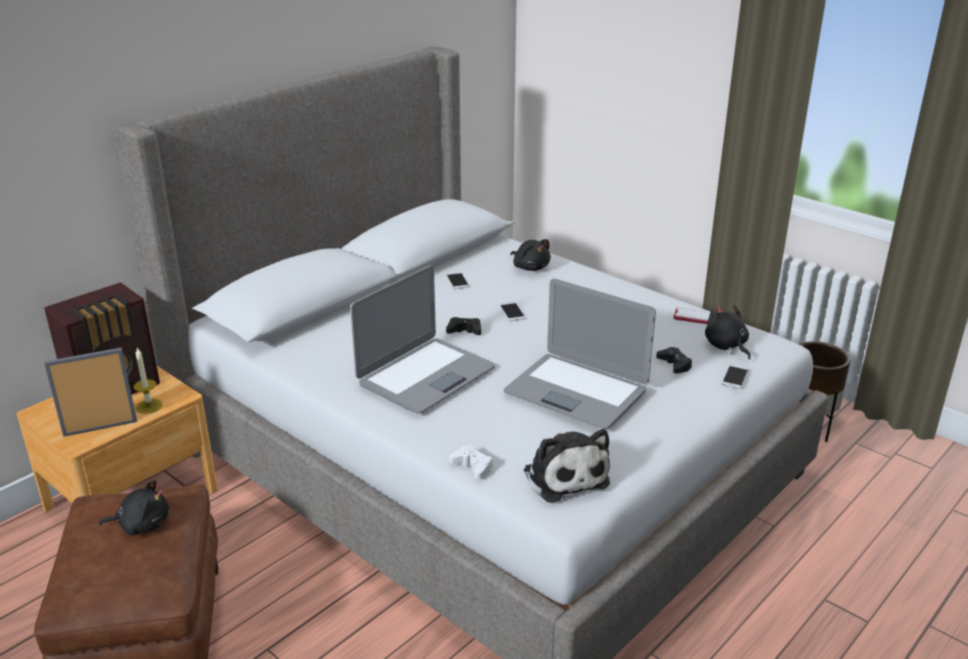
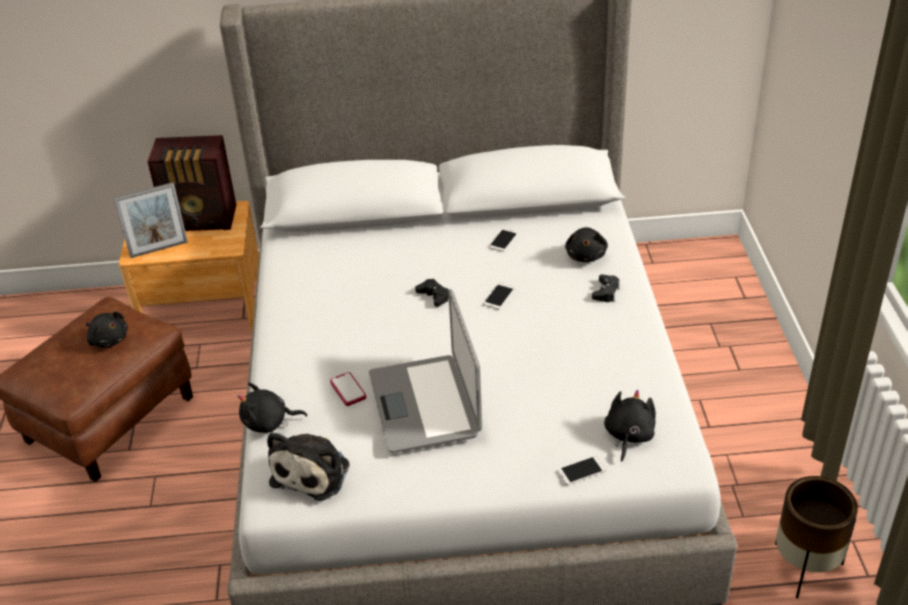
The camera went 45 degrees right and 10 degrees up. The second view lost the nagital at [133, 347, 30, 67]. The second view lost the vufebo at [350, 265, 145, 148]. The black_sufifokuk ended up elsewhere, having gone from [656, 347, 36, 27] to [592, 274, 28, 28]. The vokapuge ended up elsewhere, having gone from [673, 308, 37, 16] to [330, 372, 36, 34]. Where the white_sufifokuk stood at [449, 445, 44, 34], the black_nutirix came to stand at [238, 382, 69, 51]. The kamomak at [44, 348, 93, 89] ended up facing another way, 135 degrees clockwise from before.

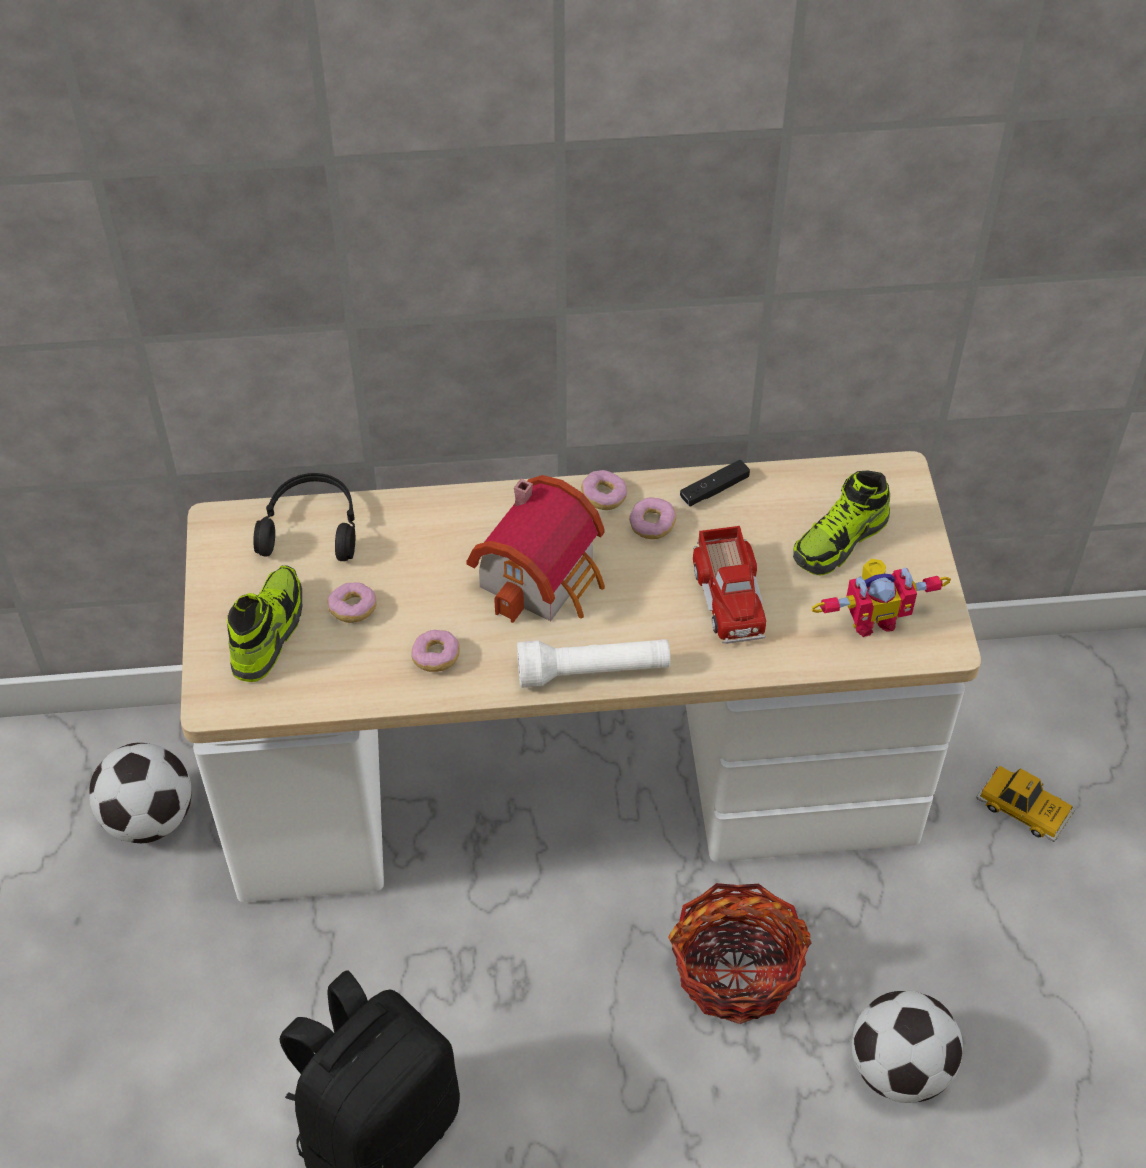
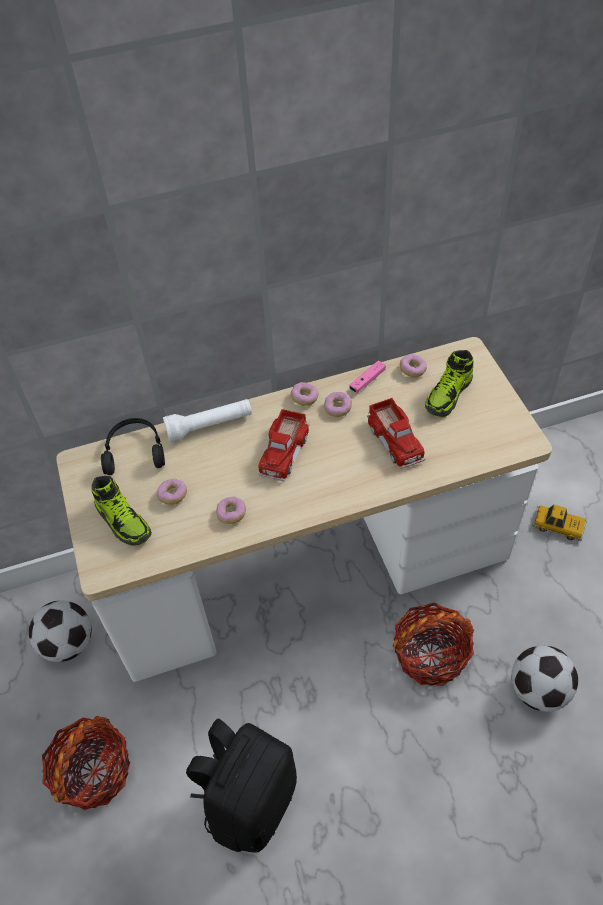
The camera went 10 degrees left and 0 degrees up. The second view lost the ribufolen at [811, 559, 140, 78]. The second view gained the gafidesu at [42, 716, 88, 94]. The second view gained the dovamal at [400, 354, 27, 23]. The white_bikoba ended up elsewhere, having gone from [517, 639, 153, 49] to [163, 399, 89, 43]. Where the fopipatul stood at [466, 475, 139, 148], the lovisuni came to stand at [258, 409, 51, 72]. What was the black_sufifokuk at [680, 460, 70, 47] turned into the pink_sufifokuk at [349, 361, 37, 32]. The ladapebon at [227, 565, 75, 117] ended up facing another way, 135 degrees clockwise from before.

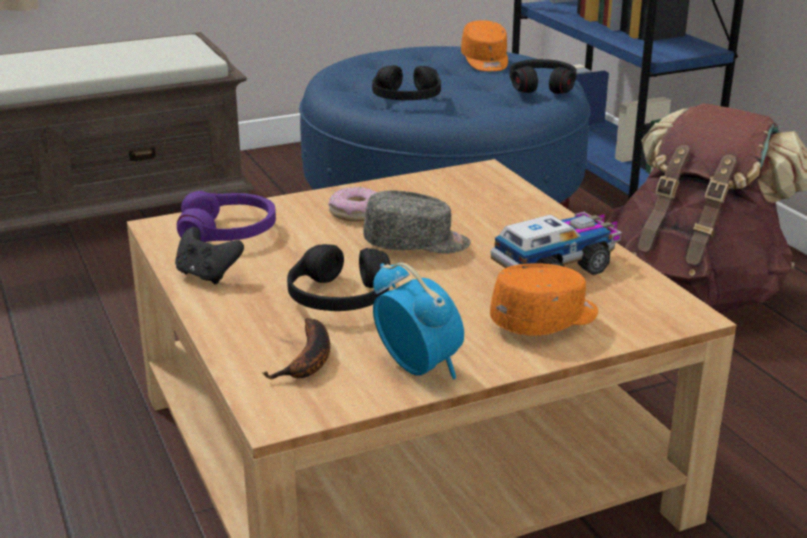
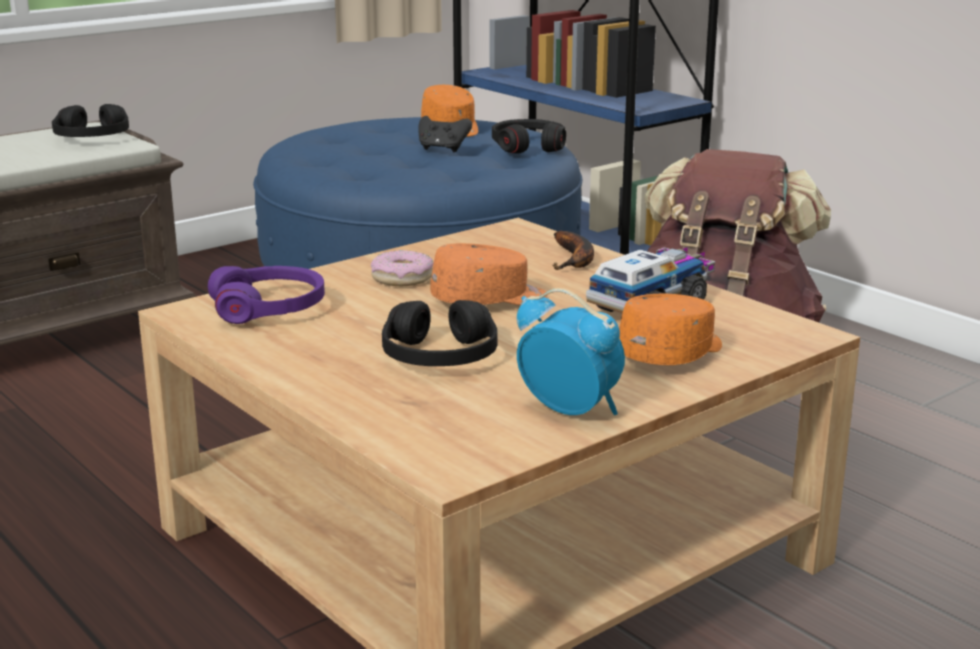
The camera went 15 degrees left and 5 degrees down. The black_sufifokuk ended up elsewhere, having gone from [175, 227, 69, 57] to [418, 116, 54, 36]. The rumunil ended up elsewhere, having gone from [262, 318, 68, 61] to [552, 231, 42, 39]. The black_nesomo ended up elsewhere, having gone from [372, 65, 69, 35] to [52, 104, 77, 33]. What was the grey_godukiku at [363, 190, 107, 64] turned into the orange_godukiku at [430, 243, 118, 62].

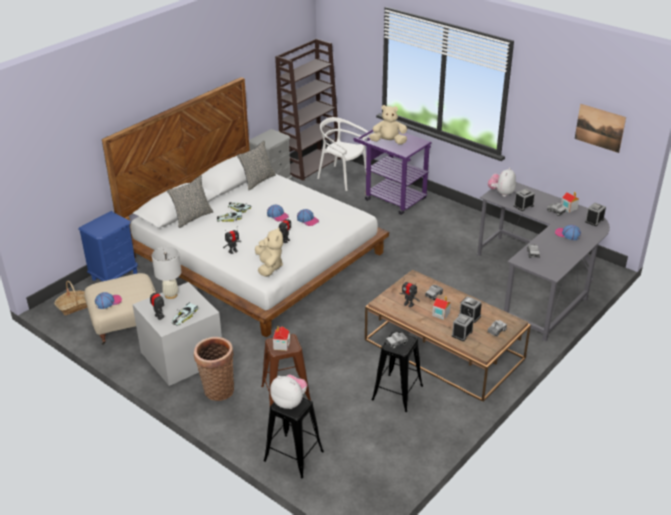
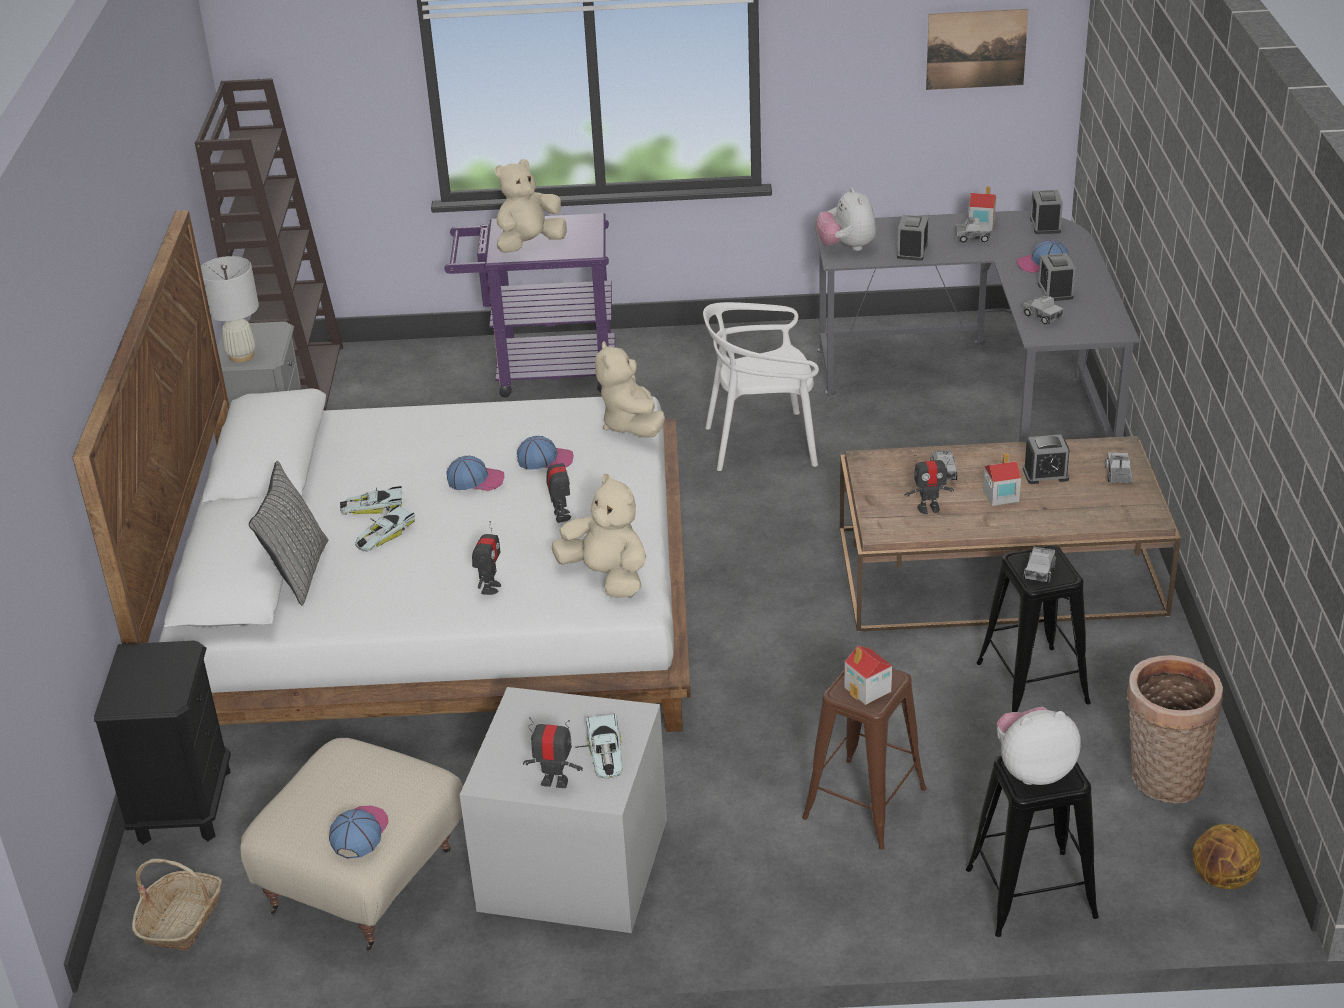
The camera went 40 degrees left and 0 degrees up. The second view lost the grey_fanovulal at [237, 141, 39, 49]. The second view gained the beige_nutirix at [595, 341, 70, 97]. The second view gained the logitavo at [1193, 824, 68, 65]. The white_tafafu ended up elsewhere, having gone from [152, 247, 29, 52] to [201, 256, 58, 107]. The gafidesu ended up elsewhere, having gone from [194, 337, 40, 64] to [1127, 655, 96, 148]. The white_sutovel ended up elsewhere, having gone from [317, 117, 53, 74] to [703, 302, 116, 169]. The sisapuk ended up elsewhere, having gone from [452, 313, 22, 28] to [1038, 253, 38, 48]. What was the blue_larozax at [78, 211, 60, 70] turned into the black_larozax at [94, 641, 137, 204].

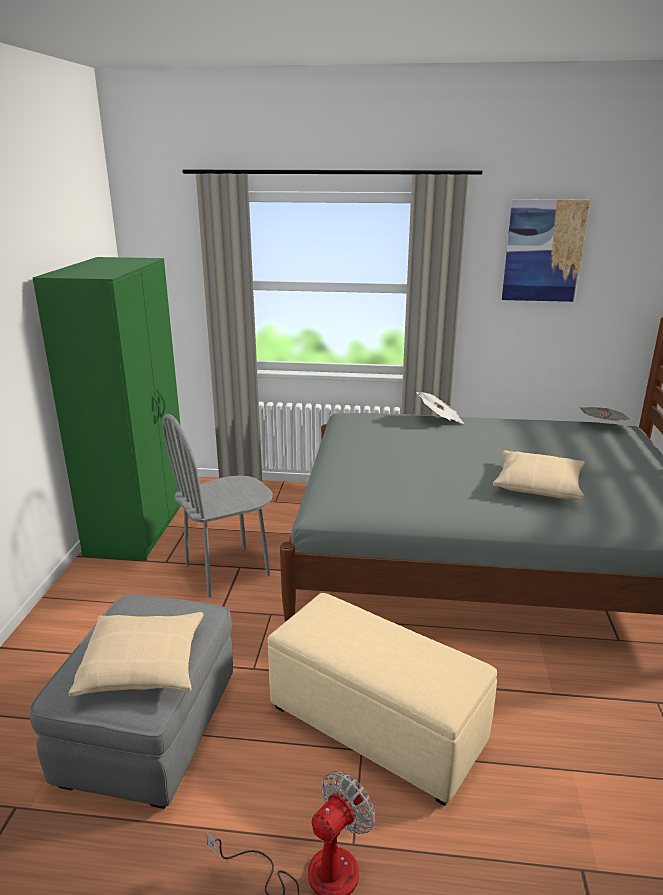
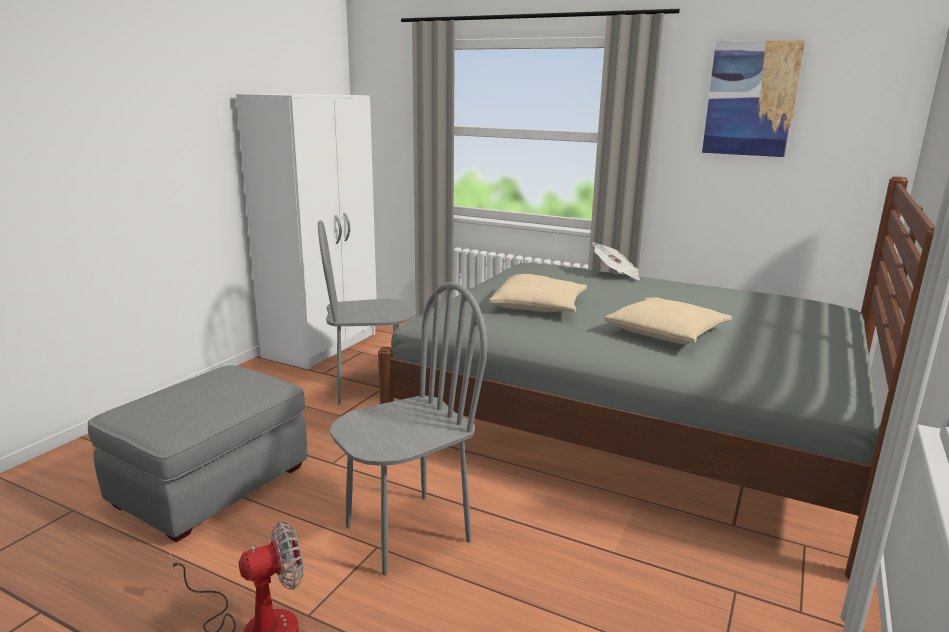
The camera went 20 degrees right and 5 degrees down. The second view lost the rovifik at [579, 407, 51, 14]. The beige_fanovulal ended up elsewhere, having gone from [69, 612, 134, 85] to [489, 274, 98, 38]. Where the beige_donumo stood at [267, 593, 230, 213], the grey_sutovel came to stand at [330, 282, 157, 293]. What was the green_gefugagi at [33, 257, 148, 304] turned into the white_gefugagi at [236, 94, 141, 275].

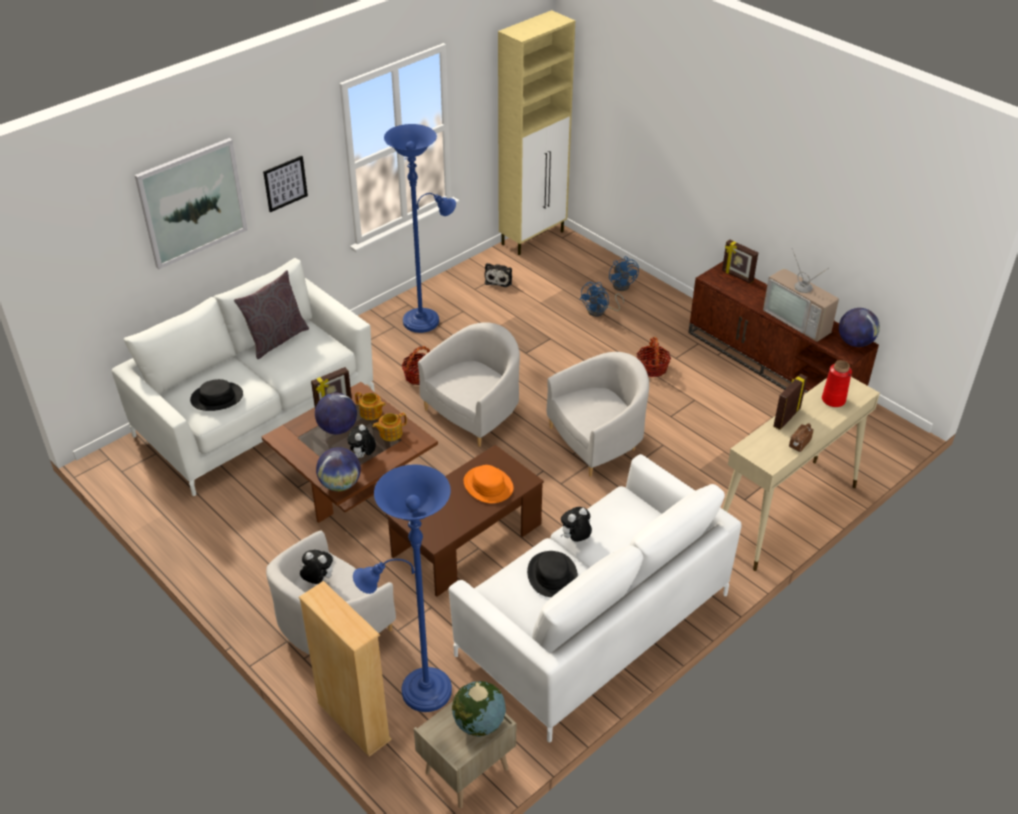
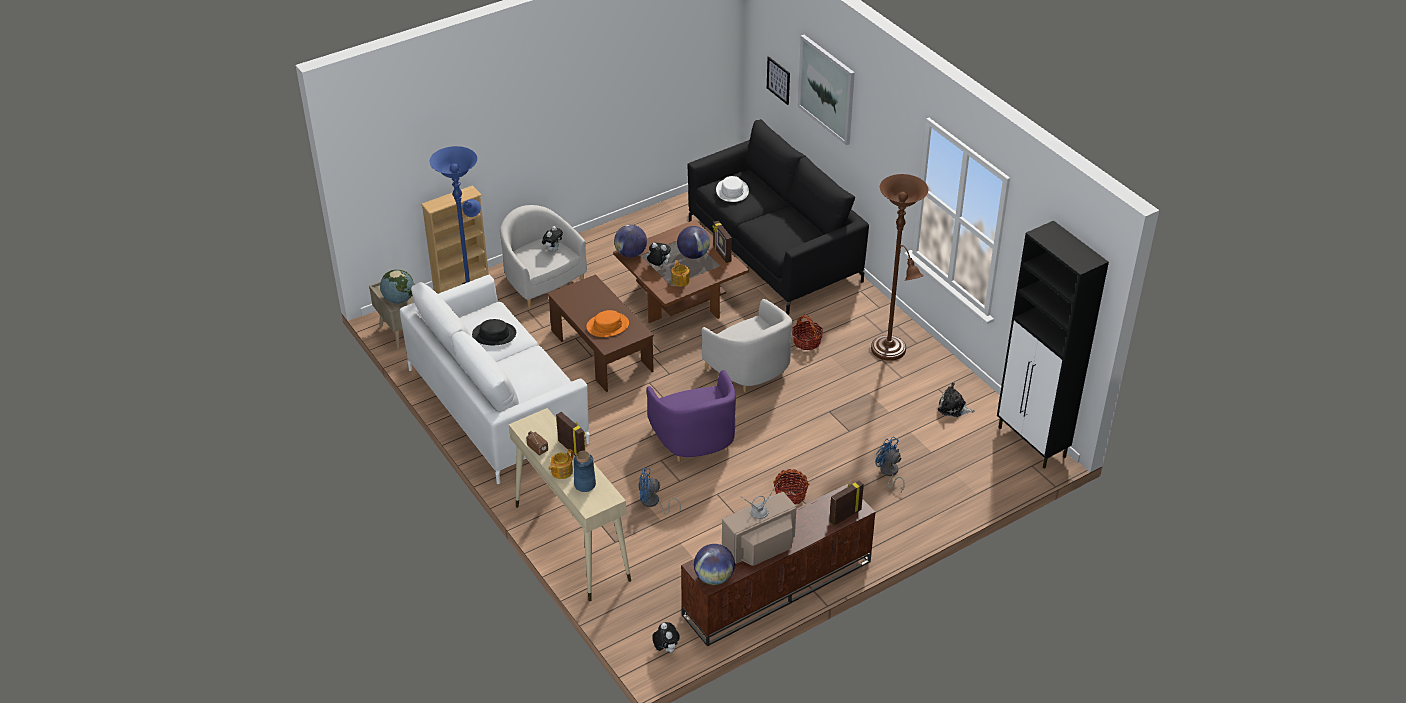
The camera went 100 degrees right and 0 degrees up. The second view lost the grey_fanovulal at [234, 270, 75, 89]. The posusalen ended up elsewhere, having gone from [263, 156, 45, 56] to [767, 56, 23, 49]. The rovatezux ended up elsewhere, having gone from [355, 392, 31, 28] to [548, 449, 26, 30]. The nutirix ended up elsewhere, having gone from [560, 507, 32, 35] to [652, 622, 28, 31]. The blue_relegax ended up elsewhere, having gone from [609, 256, 30, 35] to [638, 468, 43, 46]. What was the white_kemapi at [112, 258, 263, 238] turned into the black_kemapi at [687, 119, 182, 196]. What was the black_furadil at [190, 379, 53, 32] turned into the white_furadil at [716, 176, 33, 26]. What was the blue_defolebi at [384, 124, 72, 209] turned into the brown_defolebi at [871, 174, 57, 187]. What was the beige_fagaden at [498, 10, 77, 245] turned into the black_fagaden at [997, 221, 112, 247]. What was the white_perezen at [547, 352, 102, 125] turned into the purple_perezen at [646, 370, 90, 92]. What was the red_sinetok at [822, 360, 30, 47] turned into the blue_sinetok at [574, 451, 22, 41].

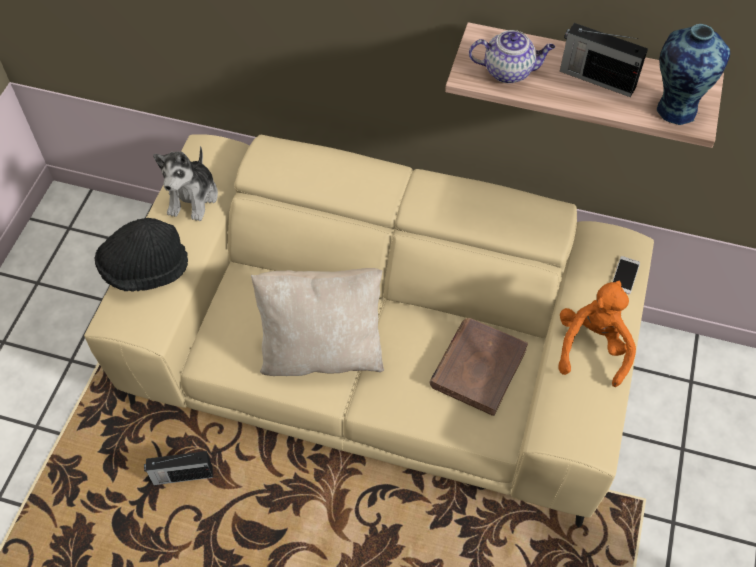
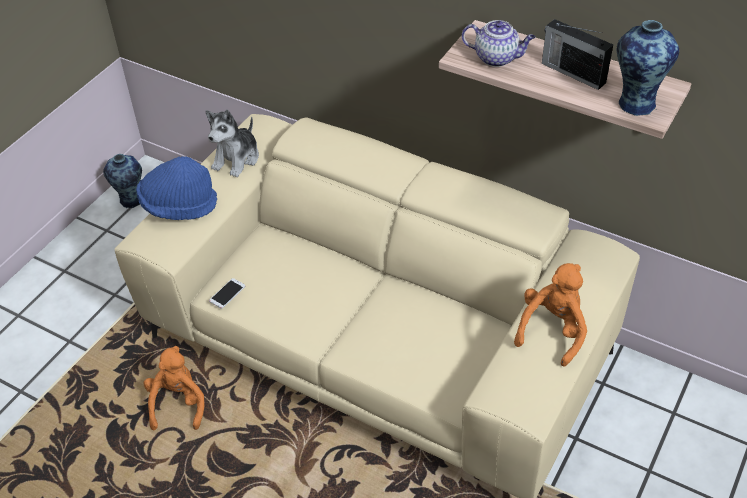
The camera went 15 degrees right and 10 degrees down. The second view lost the beige_fanovulal at [251, 268, 133, 108]. The second view lost the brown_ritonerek at [429, 318, 99, 98]. The second view gained the sinetok at [103, 154, 39, 54]. The vokapuge ended up elsewhere, having gone from [612, 256, 28, 38] to [209, 278, 36, 31]. Where the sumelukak stood at [144, 451, 69, 34], the orange_nutirix came to stand at [143, 346, 61, 85]. What was the black_furadil at [94, 218, 94, 74] turned into the blue_furadil at [136, 156, 81, 64].

